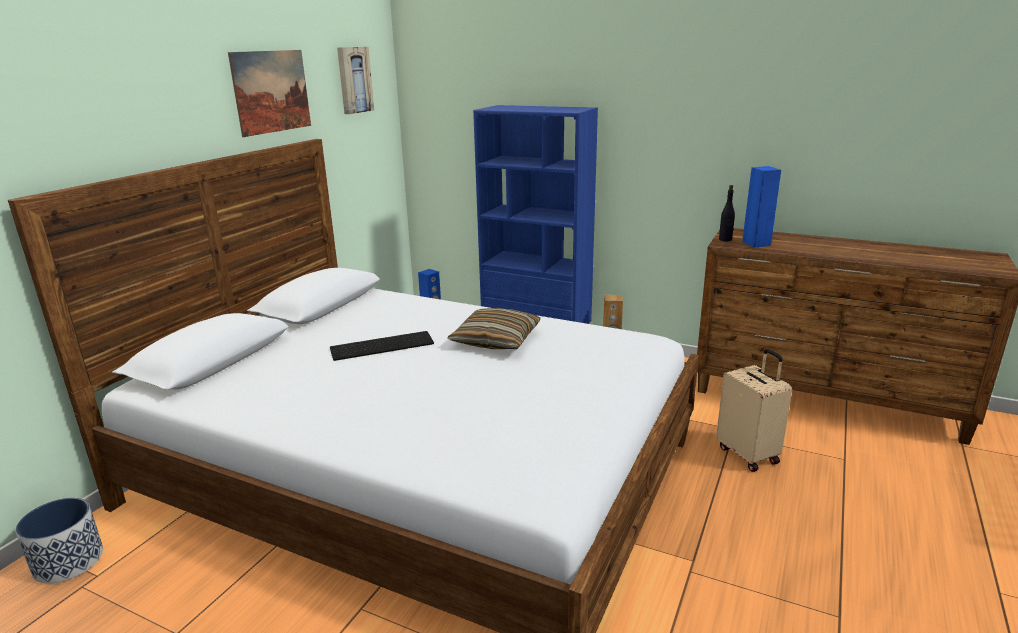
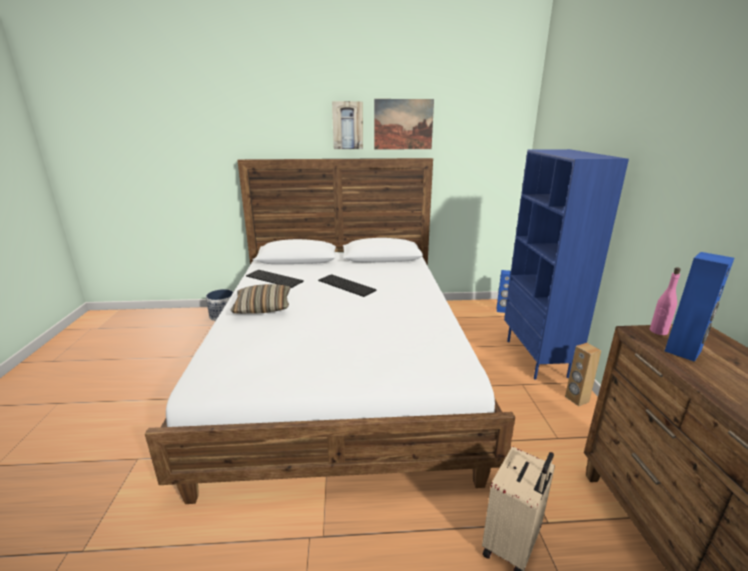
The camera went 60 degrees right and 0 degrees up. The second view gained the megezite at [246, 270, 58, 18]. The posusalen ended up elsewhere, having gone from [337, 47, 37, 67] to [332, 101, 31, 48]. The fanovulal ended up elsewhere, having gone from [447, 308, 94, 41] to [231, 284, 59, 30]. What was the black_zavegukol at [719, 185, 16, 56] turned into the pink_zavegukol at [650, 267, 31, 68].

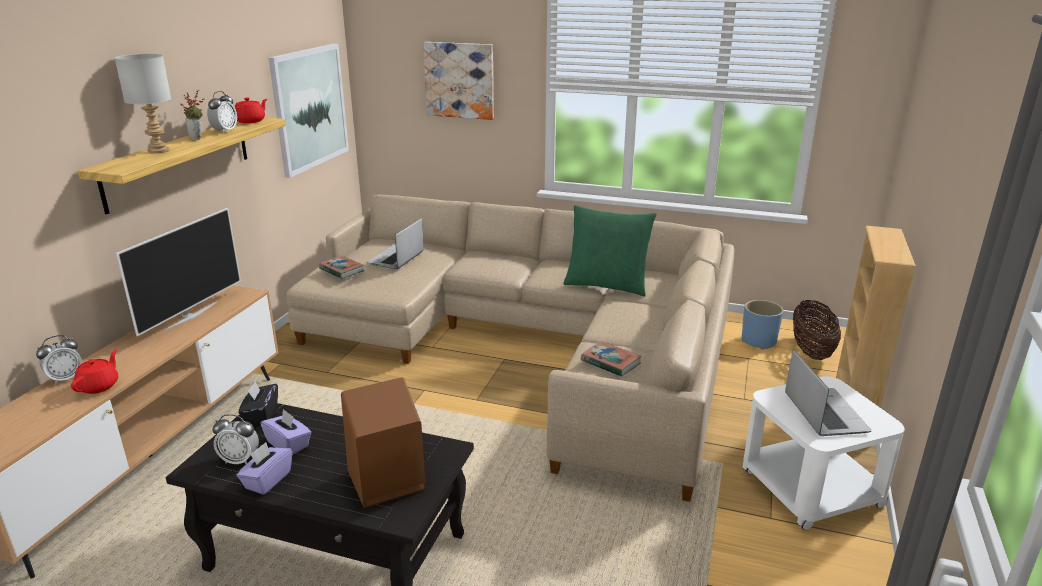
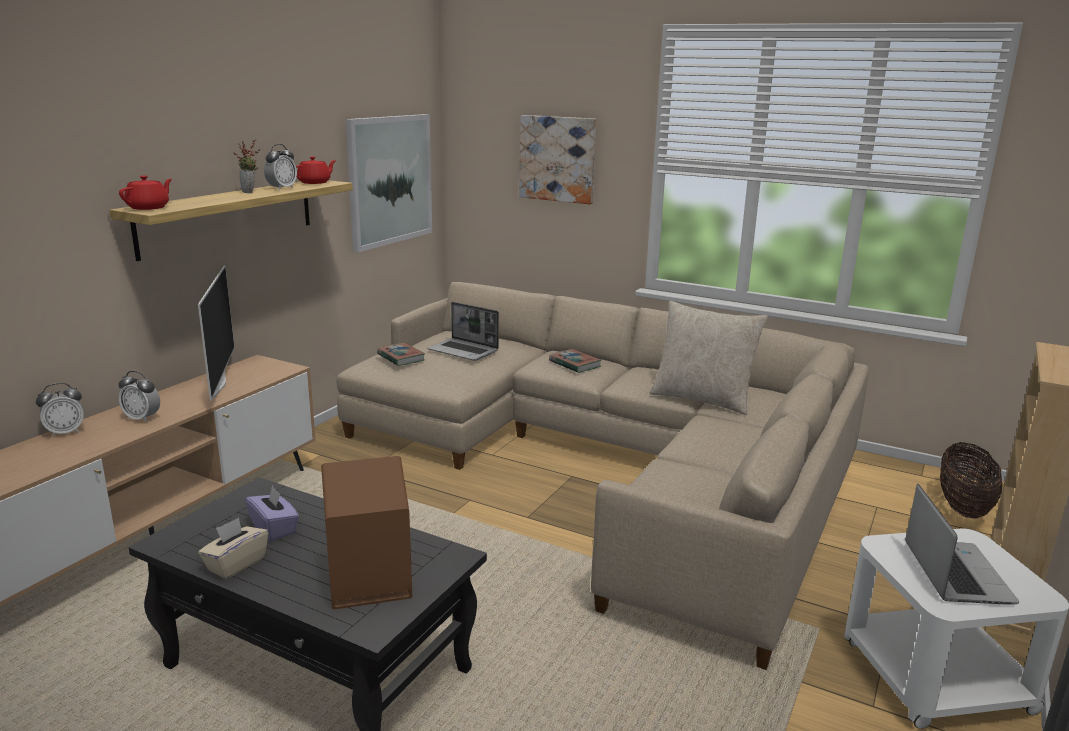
The camera went 10 degrees right and 5 degrees down. The second view lost the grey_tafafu at [115, 54, 56, 100]. The second view lost the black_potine at [238, 381, 40, 43]. The second view lost the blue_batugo at [742, 300, 41, 50]. The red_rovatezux ended up elsewhere, having gone from [71, 350, 47, 44] to [119, 175, 53, 35]. The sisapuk ended up elsewhere, having gone from [212, 414, 47, 50] to [118, 371, 42, 52]. The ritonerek ended up elsewhere, having gone from [581, 341, 61, 36] to [549, 349, 52, 24]. What was the purple_potine at [236, 442, 56, 53] turned into the beige_potine at [198, 517, 70, 62]. What was the green_fanovulal at [563, 205, 94, 91] turned into the beige_fanovulal at [650, 301, 118, 114]. The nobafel at [116, 208, 125, 128] ended up facing another way, 45 degrees counterclockwise from before. The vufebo at [367, 218, 57, 51] ended up facing another way, 90 degrees counterclockwise from before.

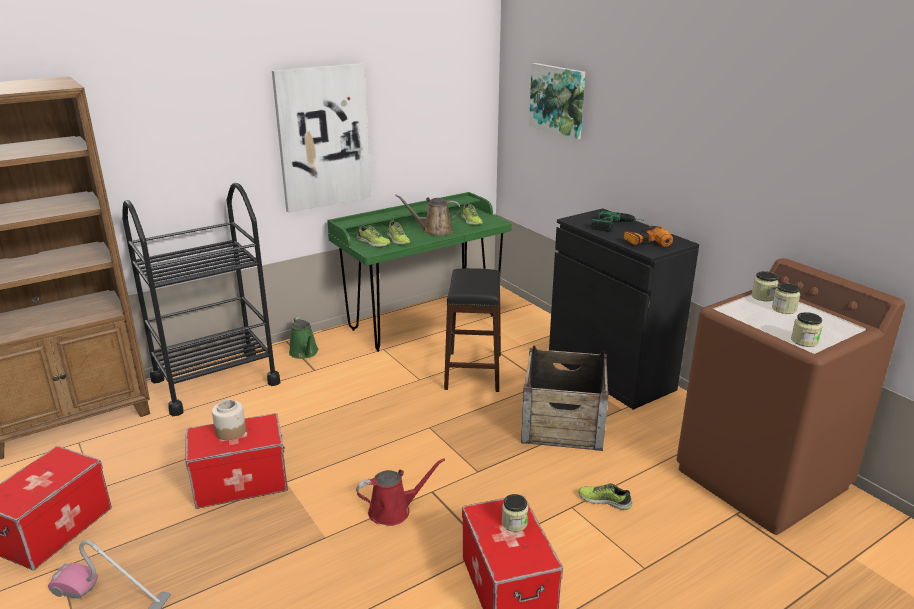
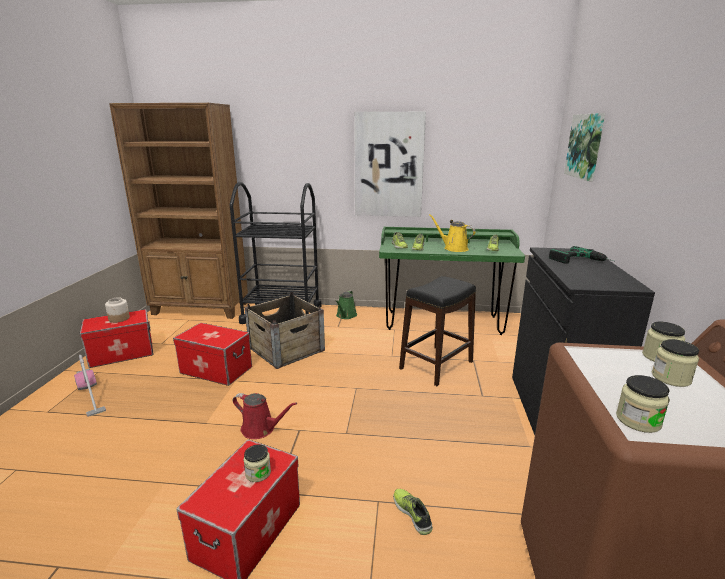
The camera went 40 degrees right and 5 degrees down. The second view lost the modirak at [624, 224, 49, 23]. The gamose ended up elsewhere, having gone from [212, 399, 34, 41] to [105, 297, 25, 26]. The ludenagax ended up elsewhere, having gone from [521, 345, 88, 106] to [245, 292, 80, 77]. What was the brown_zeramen at [395, 195, 65, 41] turned into the yellow_zeramen at [429, 214, 47, 38].

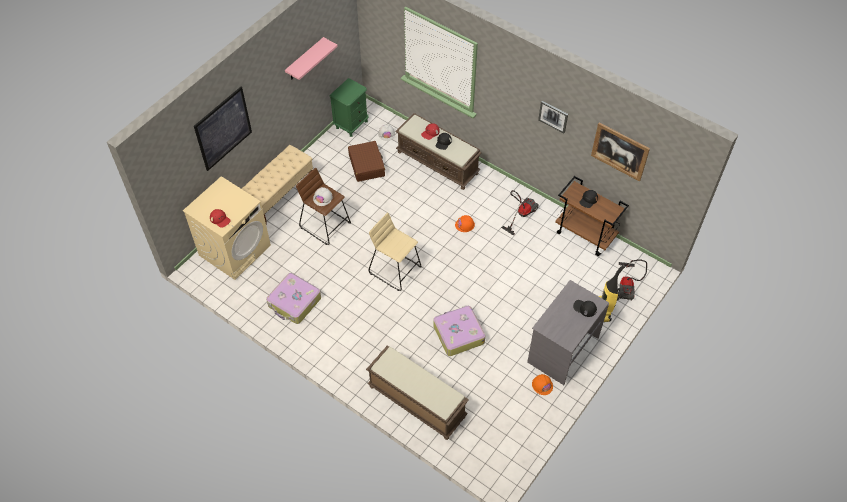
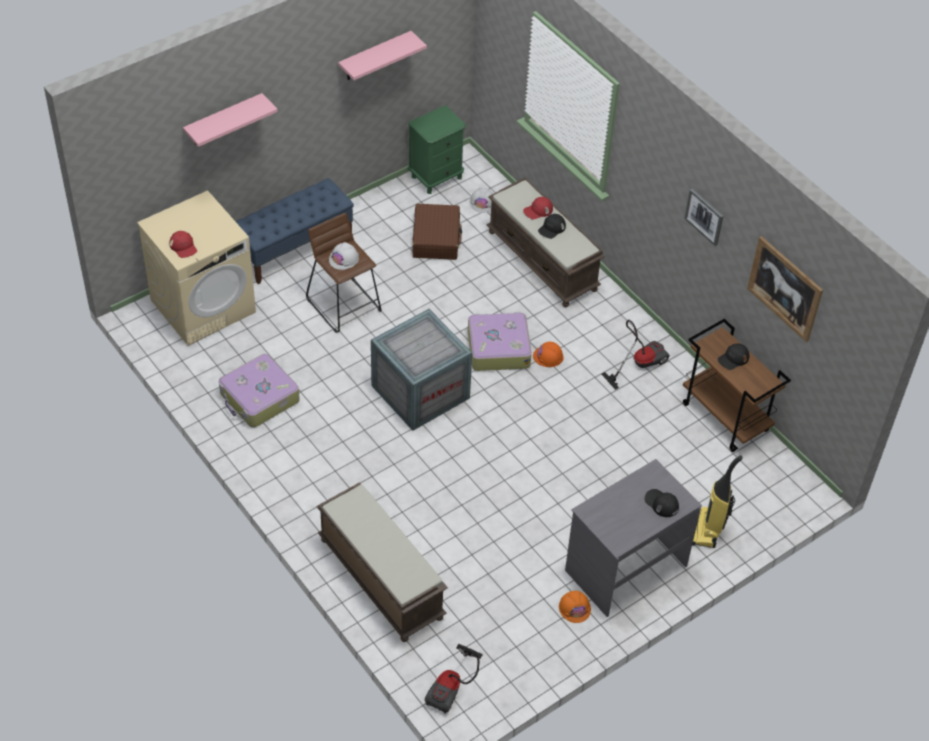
The camera went 15 degrees right and 5 degrees down. The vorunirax ended up elsewhere, having gone from [433, 305, 53, 51] to [468, 312, 64, 59]. The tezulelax ended up elsewhere, having gone from [618, 259, 29, 42] to [424, 644, 59, 70]. Where the posusalen hung at [194, 87, 58, 84], the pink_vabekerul came to hang at [183, 93, 95, 54]. Where the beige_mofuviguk stood at [368, 212, 54, 79], the ludenagax came to stand at [371, 309, 101, 122]. What was the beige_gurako at [242, 145, 71, 78] turned into the blue_gurako at [235, 178, 119, 106].

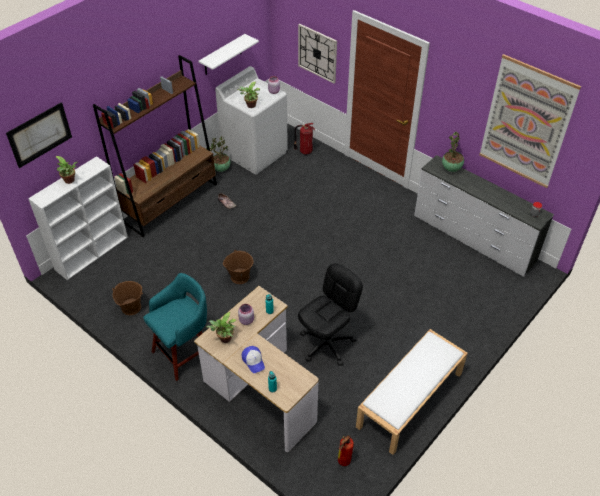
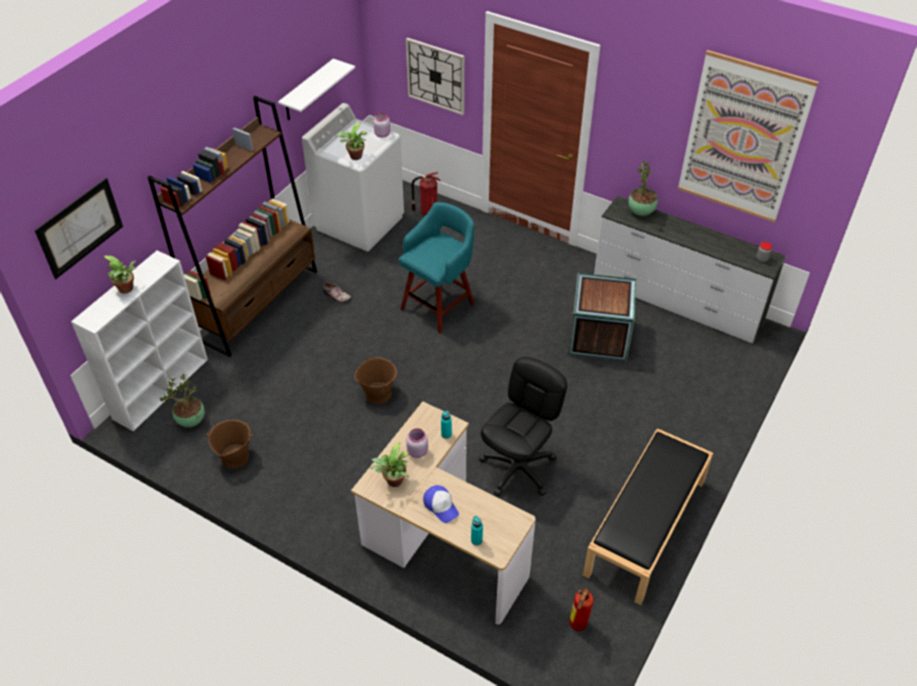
The camera went 10 degrees left and 0 degrees up. The second view gained the ludenagax at [568, 273, 68, 88]. The turquoise_mofuviguk ended up elsewhere, having gone from [143, 273, 64, 108] to [399, 202, 76, 132]. The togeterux ended up elsewhere, having gone from [206, 136, 24, 36] to [160, 374, 45, 53]. What was the white_gurako at [356, 329, 112, 126] turned into the black_gurako at [583, 428, 130, 177].

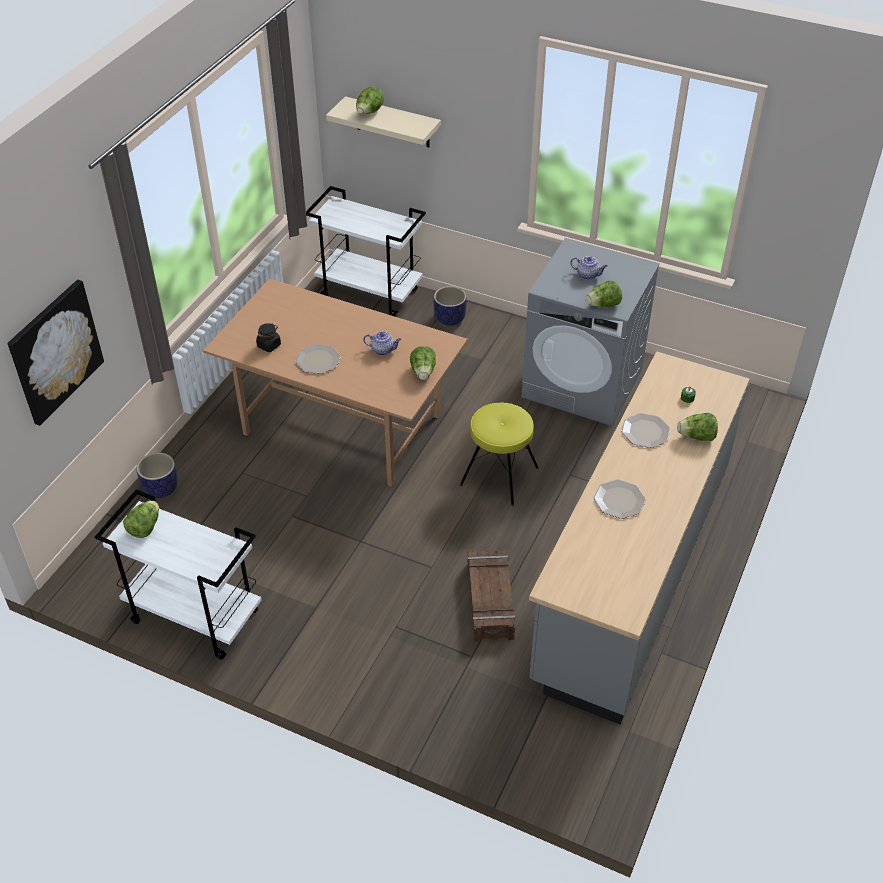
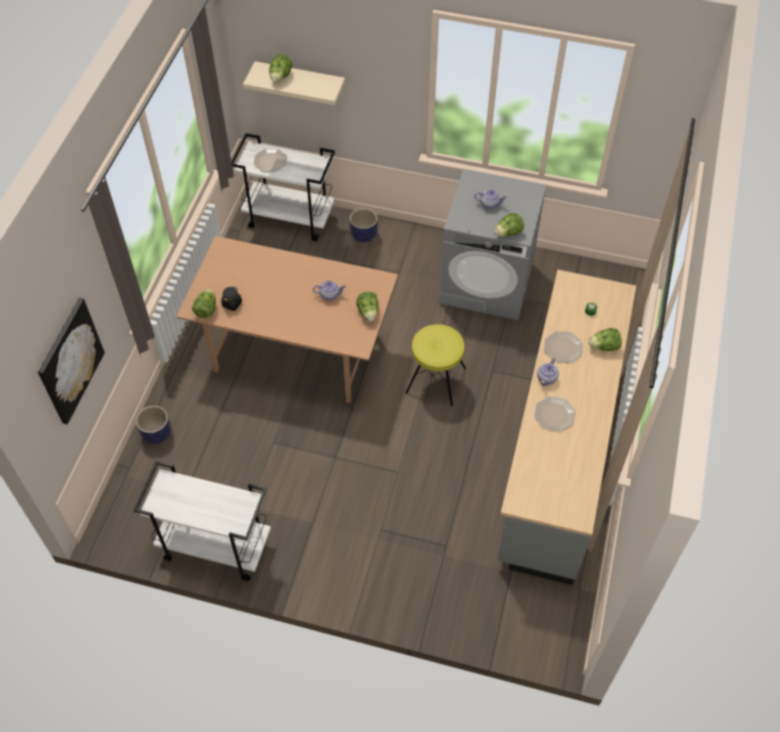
The camera went 10 degrees left and 10 degrees up. The second view lost the ludenagax at [468, 549, 47, 93]. The second view gained the rovatezux at [537, 358, 22, 28]. The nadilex ended up elsewhere, having gone from [123, 500, 36, 38] to [192, 289, 24, 29]. The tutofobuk ended up elsewhere, having gone from [296, 344, 45, 30] to [254, 149, 33, 23].

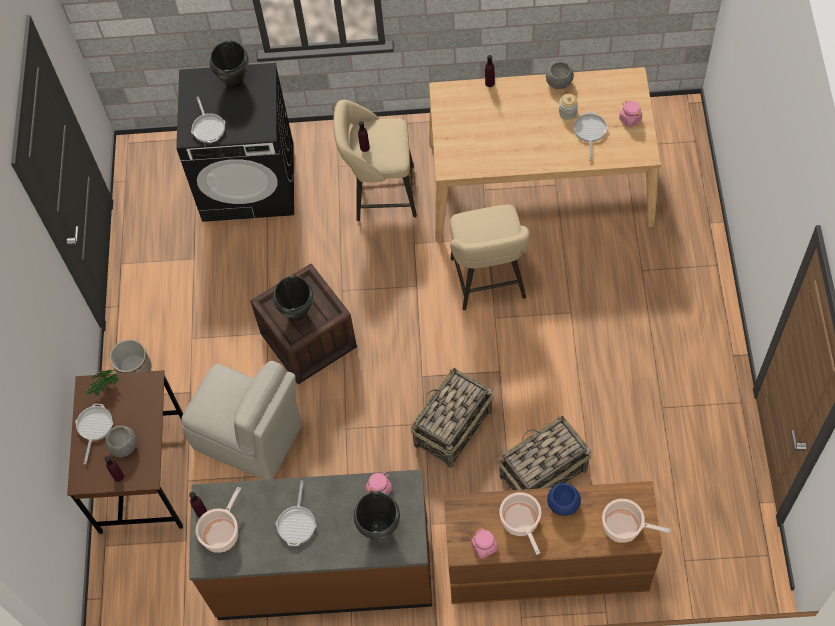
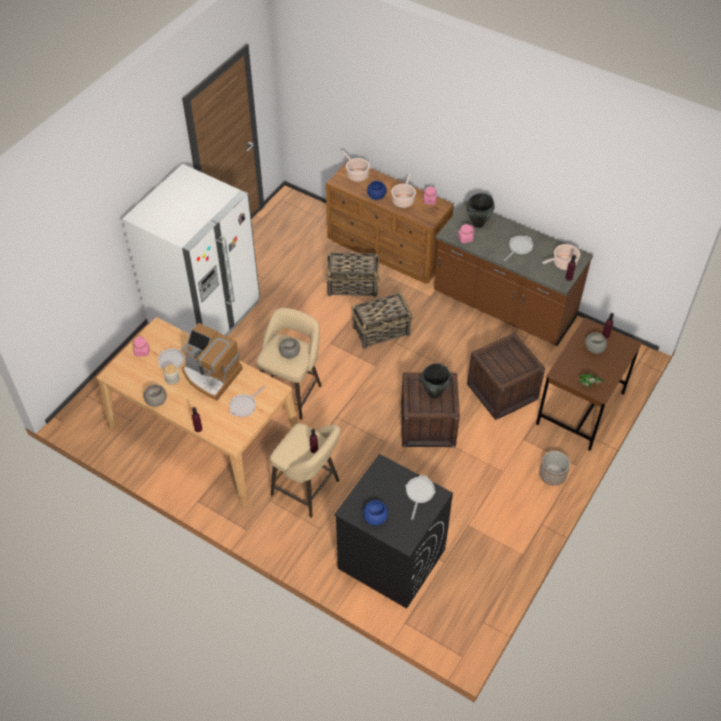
The camera went 150 degrees left and 10 degrees down. The second view gained the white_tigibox at [122, 164, 138, 172]. The second view gained the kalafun at [182, 323, 61, 78]. The second view gained the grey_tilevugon at [279, 338, 21, 21]. The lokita ended up elsewhere, having gone from [75, 404, 38, 60] to [229, 385, 37, 32]. Where the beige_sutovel stood at [181, 361, 121, 119], the ludenagax came to stand at [467, 333, 78, 87]. Where the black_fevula stood at [210, 41, 39, 47], the blue_tilevugon came to stand at [363, 500, 25, 26].

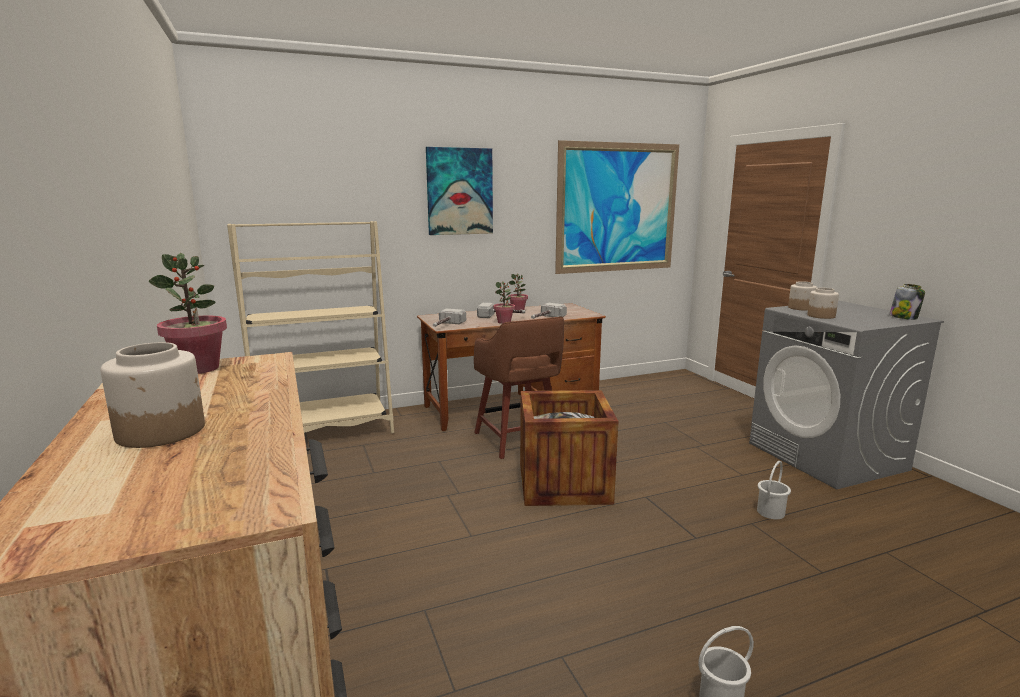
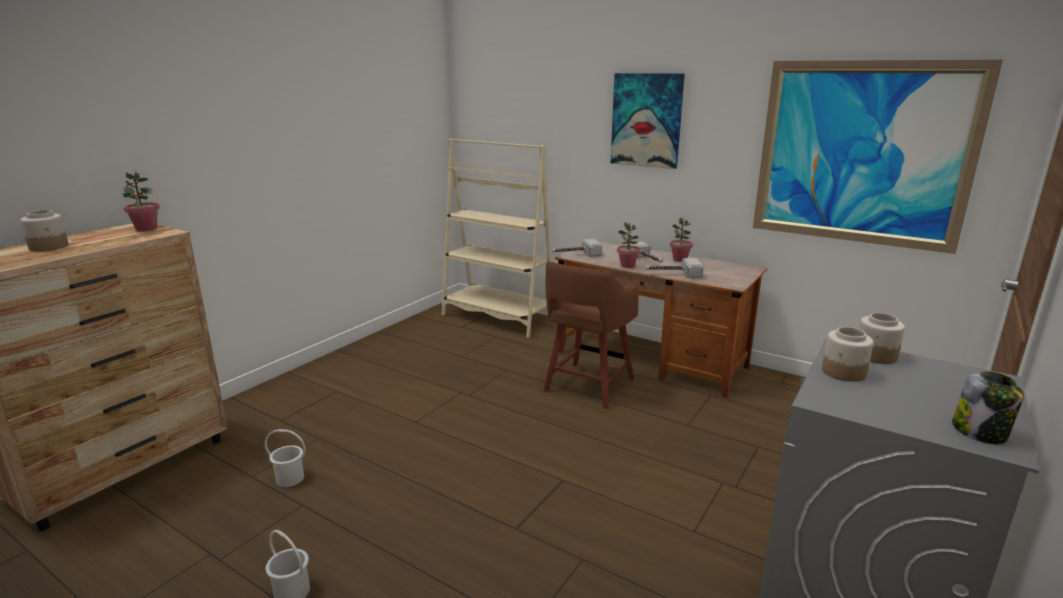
The camera went 55 degrees right and 5 degrees up. The second view lost the ludenagax at [520, 390, 98, 116]. The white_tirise ended up elsewhere, having gone from [757, 461, 34, 58] to [265, 429, 41, 58].

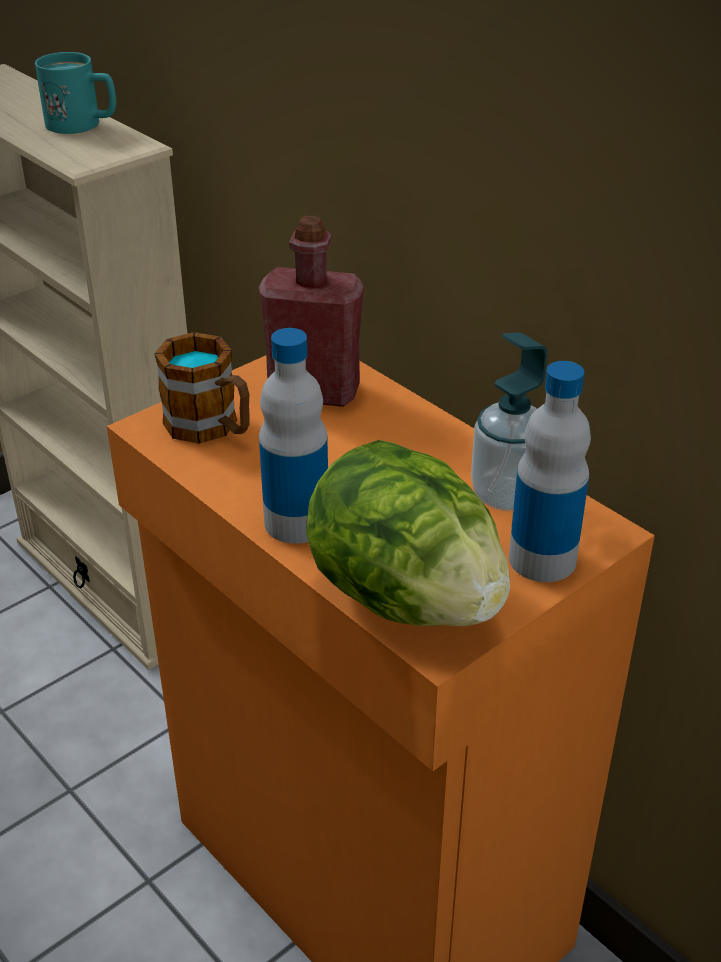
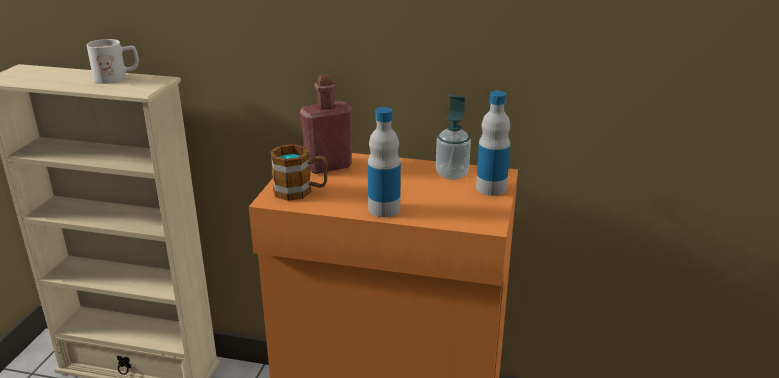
The camera went 35 degrees left and 10 degrees down. The second view lost the nadilex at [306, 440, 204, 186]. What was the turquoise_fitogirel at [35, 52, 81, 82] turned into the white_fitogirel at [87, 39, 52, 45].

